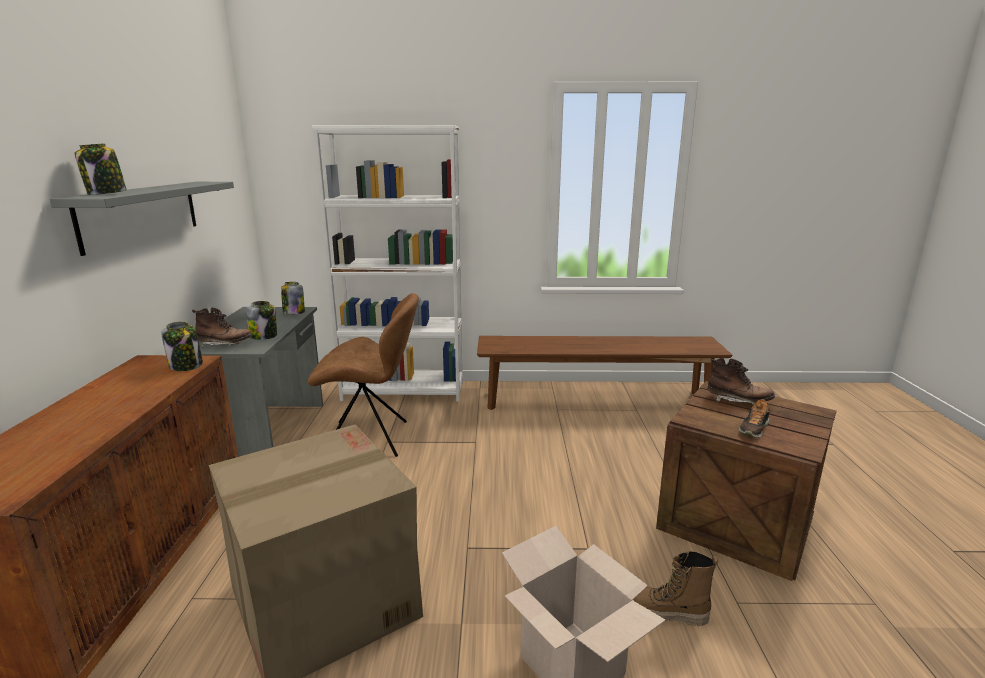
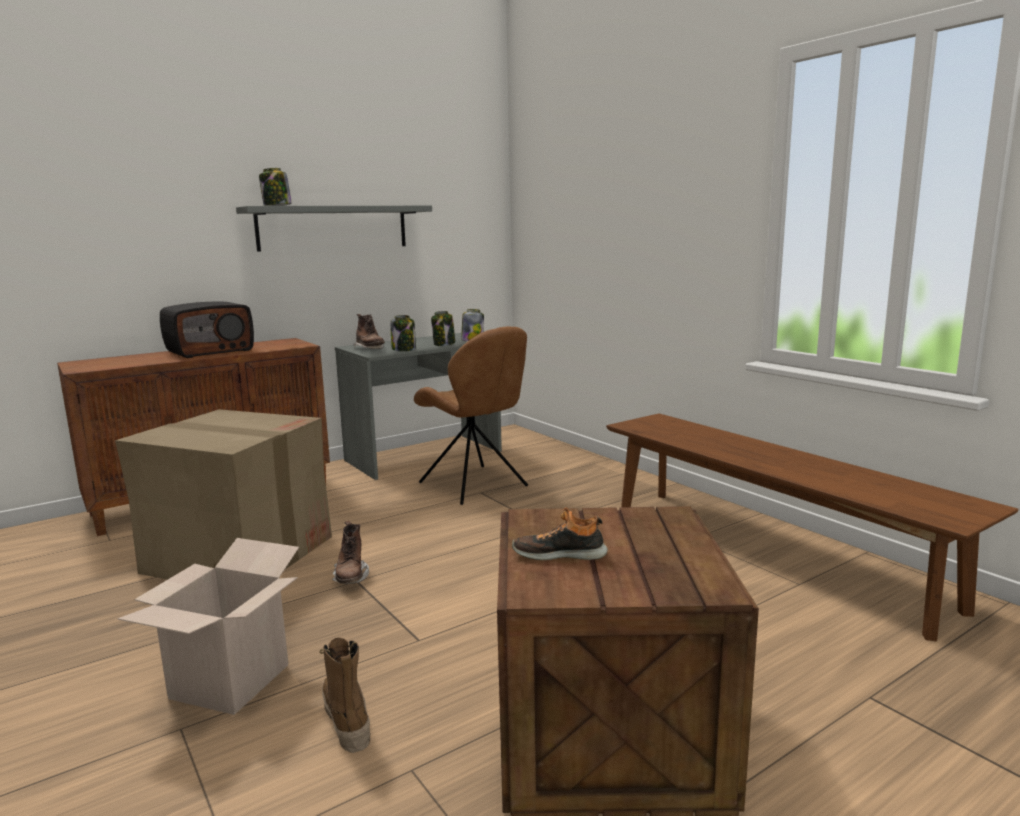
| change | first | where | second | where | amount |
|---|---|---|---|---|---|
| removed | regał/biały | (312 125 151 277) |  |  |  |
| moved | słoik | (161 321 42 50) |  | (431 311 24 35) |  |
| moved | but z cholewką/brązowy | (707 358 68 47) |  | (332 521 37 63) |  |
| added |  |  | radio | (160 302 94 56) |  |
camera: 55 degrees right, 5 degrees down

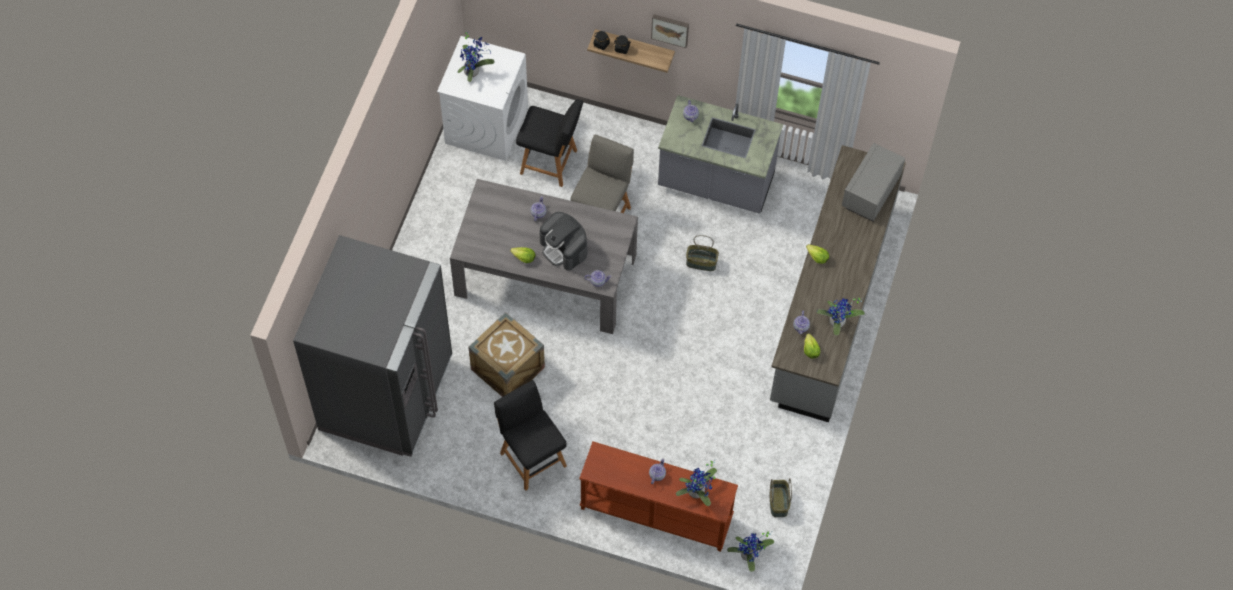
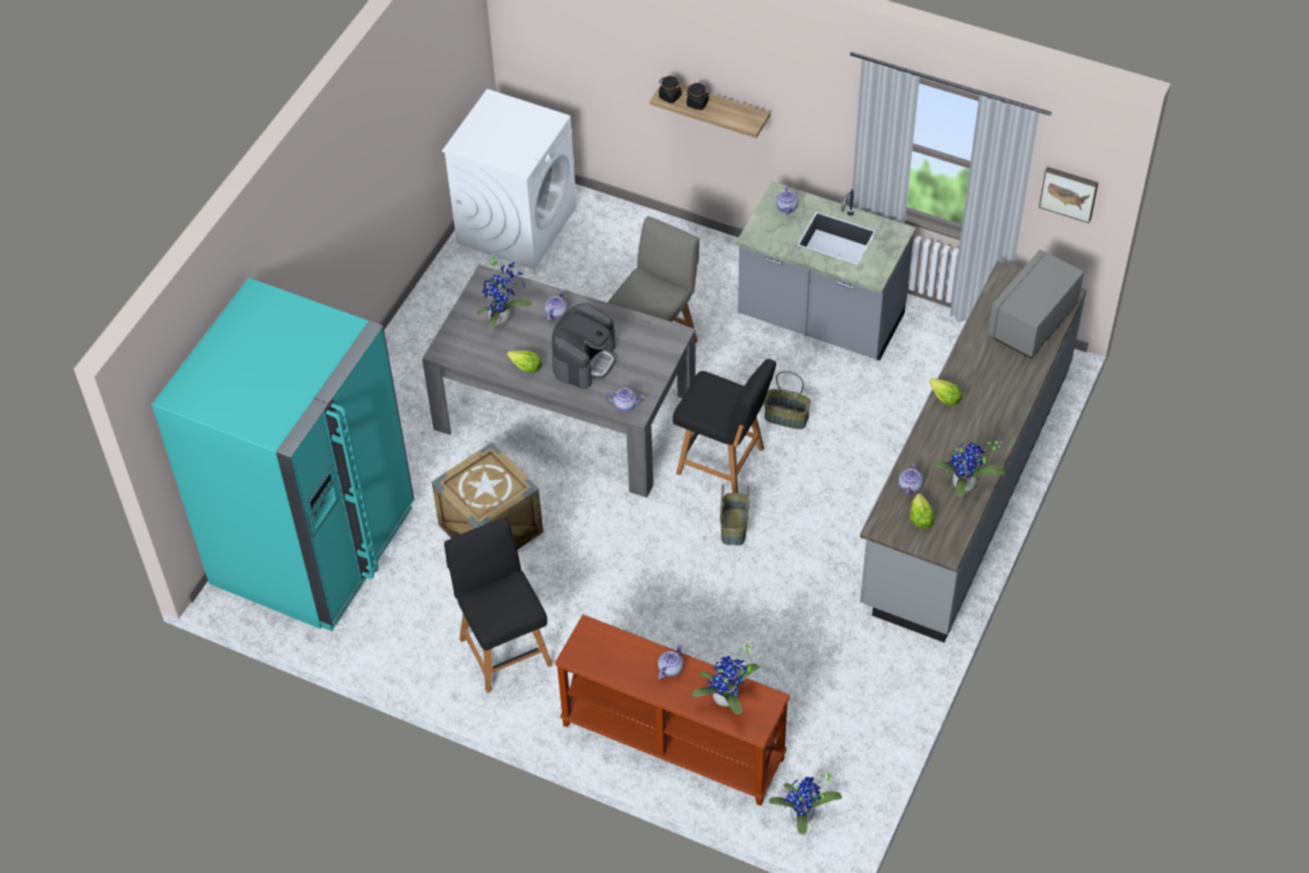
| change | first | where | second | where | amount |
|---|---|---|---|---|---|
| moved | obraz | (651 14 38 34) |  | (1039 167 60 56) |  |
| moved | roślina doniczkowa | (458 31 37 51) |  | (477 252 55 76) |  |
| moved | krzesło/czarny | (516 99 67 88) |  | (673 359 103 134) |  |
| turned | ekspres do kawy | (539 212 48 59) |  | (552 303 64 86) | 120 degrees counterclockwise |
| recoloured | lodówka/szary | (293 235 159 222) | lodówka/turkusowy | (152 278 262 353) |  |
| moved | koszyk | (769 478 23 39) |  | (720 484 29 62) |  |
camera: 10 degrees right, 10 degrees down

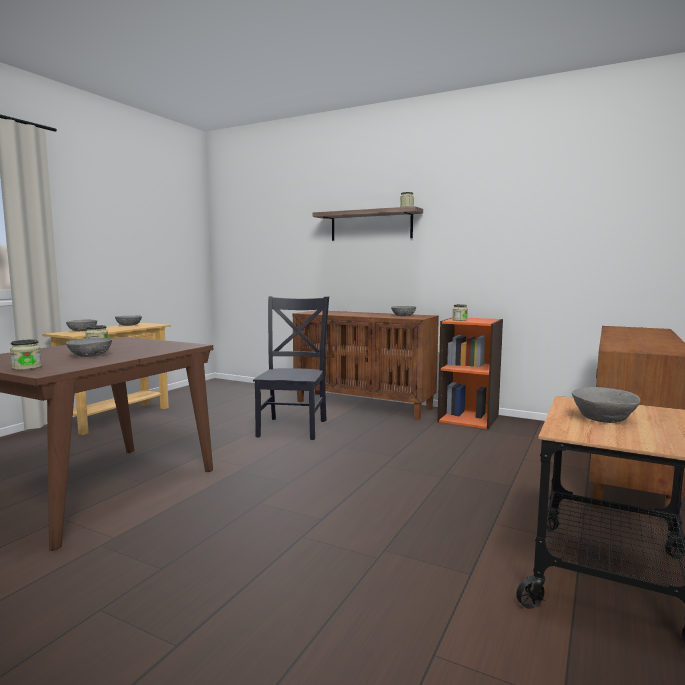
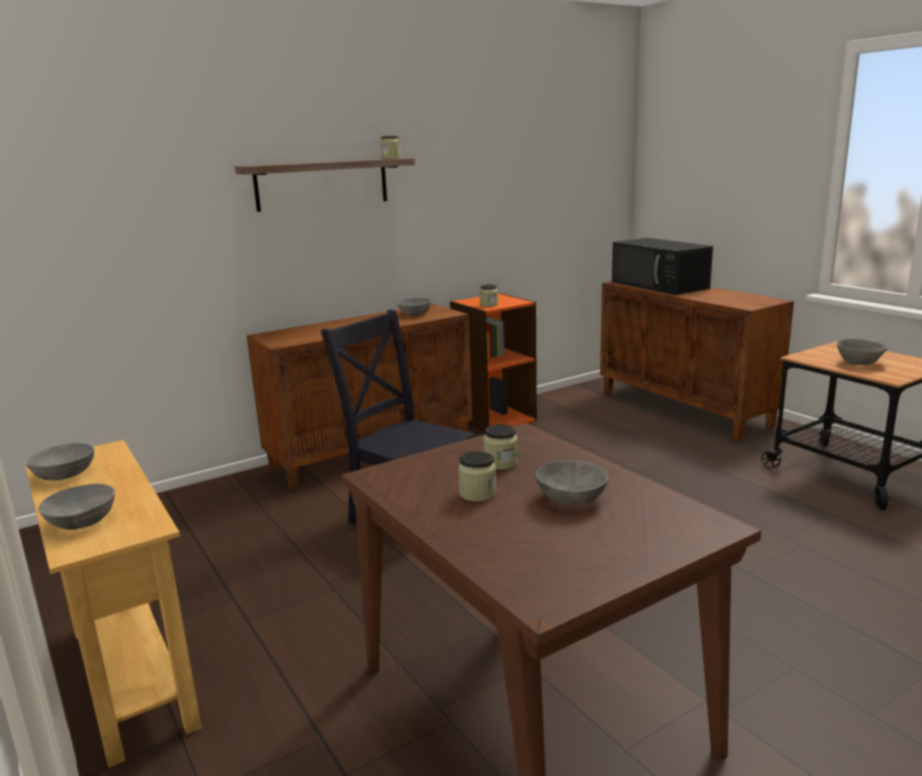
| change | first | where | second | where | amount |
|---|---|---|---|---|---|
| moved | słoik | (10 340 32 30) |  | (483 424 35 46) |  |
| added |  |  | mikrofalówka/czarny | (612 238 101 57) |  |
camera: 60 degrees left, 10 degrees up

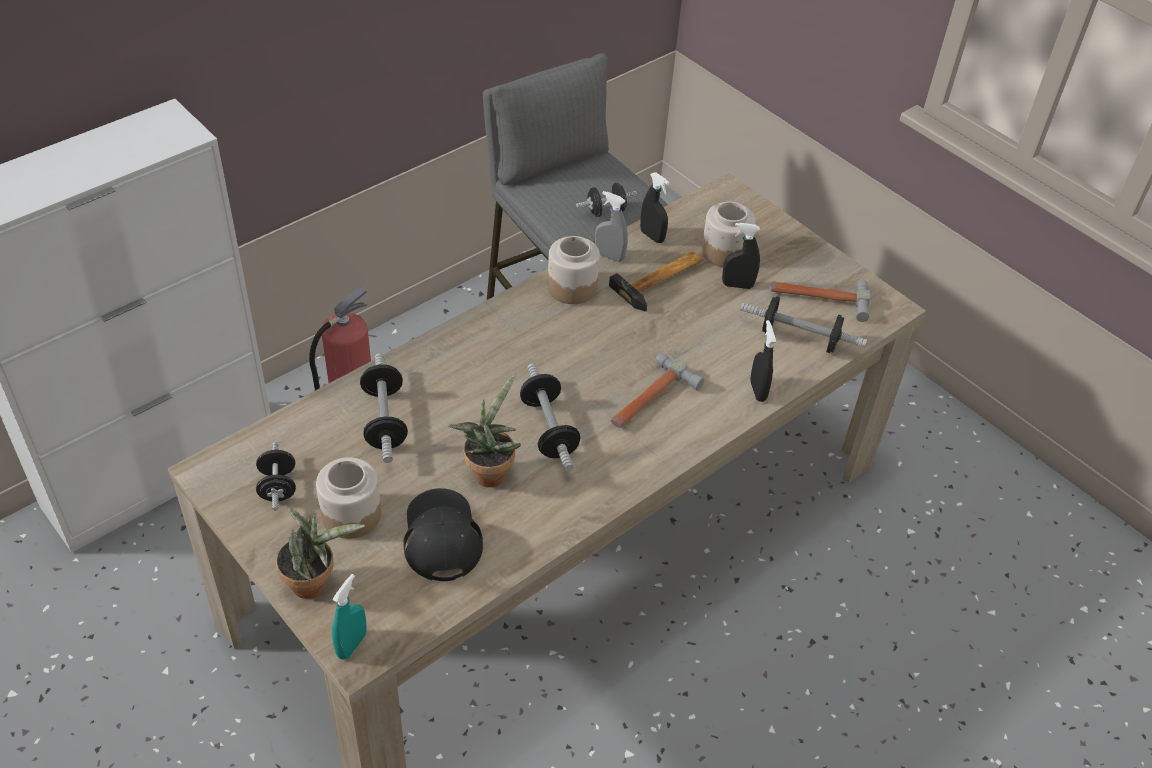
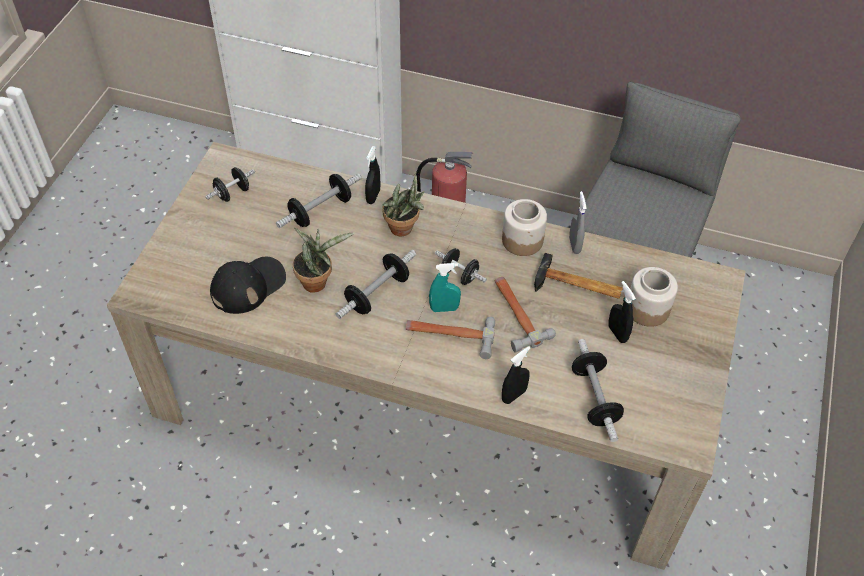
| change | first | where | second | where | amount |
|---|---|---|---|---|---|
| moved | spryskiwacz/czarny | (640 172 30 71) |  | (365 146 16 58) |  |
| moved | hantel/czarny | (576 183 61 34) |  | (435 248 52 37) |  |
| moved | młotek | (771 280 99 42) |  | (495 277 61 76) |  |
| removed | słoik | (316 457 65 82) |  |  |  |
| moved | roślina doniczkowa | (276 504 89 95) |  | (382 173 43 64) |  |
| moved | spryskiwacz/turkusowy | (332 574 35 86) |  | (429 263 32 49) |  |
camera: 60 degrees right, 5 degrees up

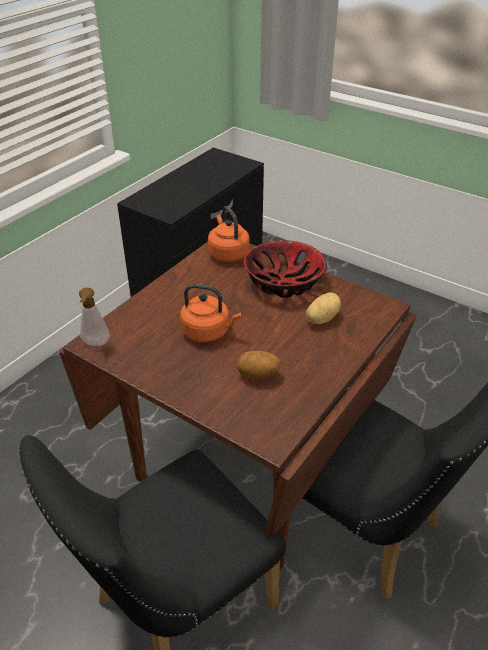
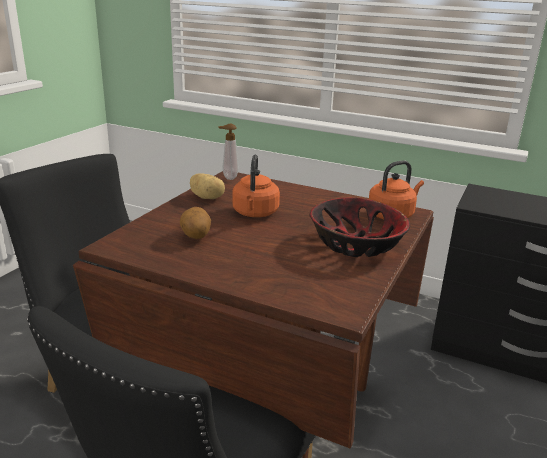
| change | first | where | second | where | amount |
|---|---|---|---|---|---|
| moved | ziemniak | (306 292 35 32) |  | (190 173 35 26) |  |
camera: 80 degrees right, 15 degrees down

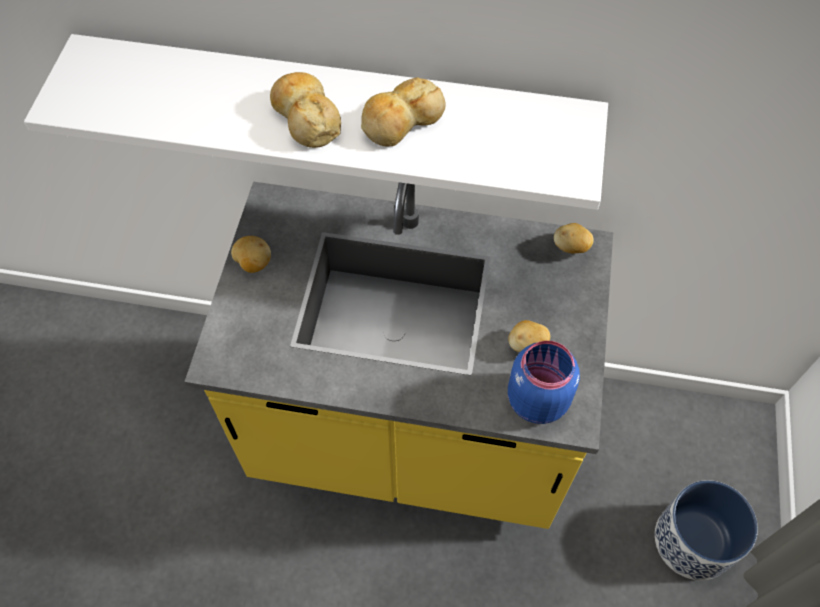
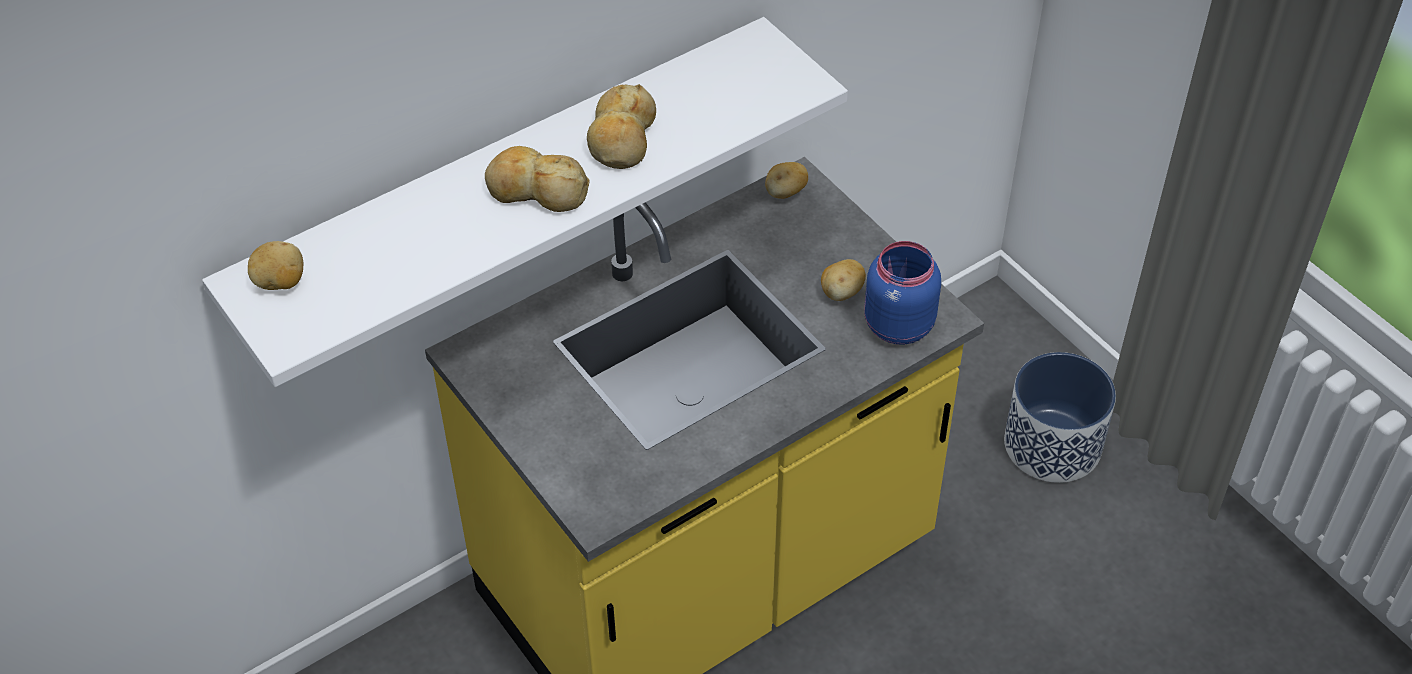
| change | first | where | second | where | amount |
|---|---|---|---|---|---|
| moved | ziemniak | (231 236 40 37) |  | (248 241 55 49) |  |
camera: 45 degrees left, 10 degrees down

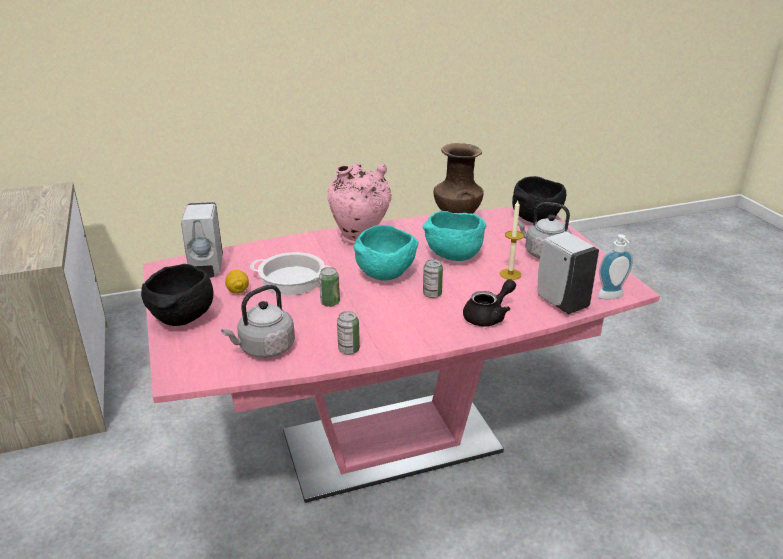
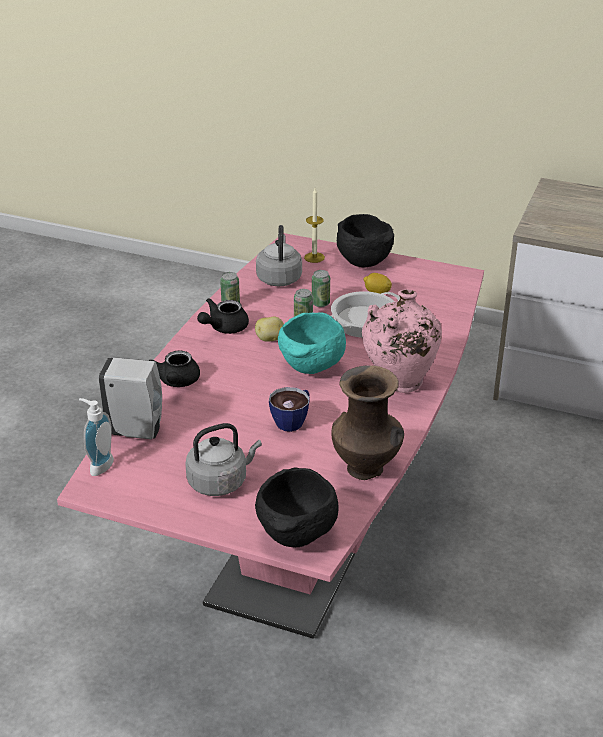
| change | first | where | second | where | amount |
|---|---|---|---|---|---|
| moved | świeca | (500 201 24 79) |  | (304 188 21 75) |  |
| removed | dozownik mydła/biały | (181 202 42 76) |  |  |  |
| replaced | miska/turkusowy | (423 211 63 50) | filiżanka | (269 387 41 45) |  |
| moved | puszka | (423 259 20 39) |  | (312 270 18 37) |  |
| added |  |  | imbryk/czarny | (197 298 52 36) |  |
| added |  |  | ziemniak | (255 316 29 26) |  |
camera: 130 degrees right, 5 degrees up

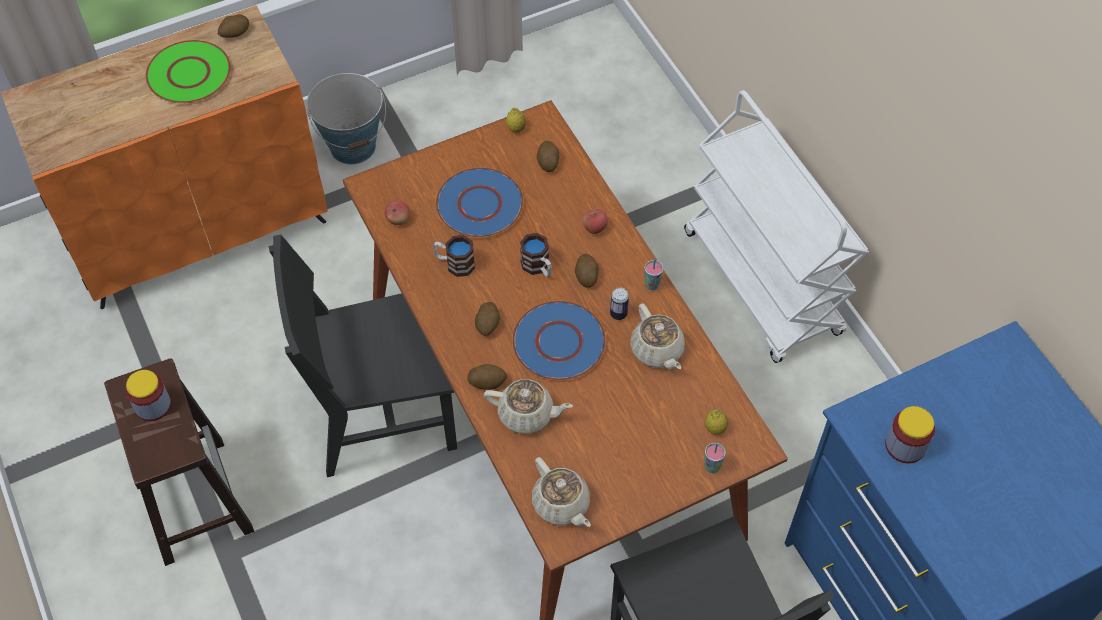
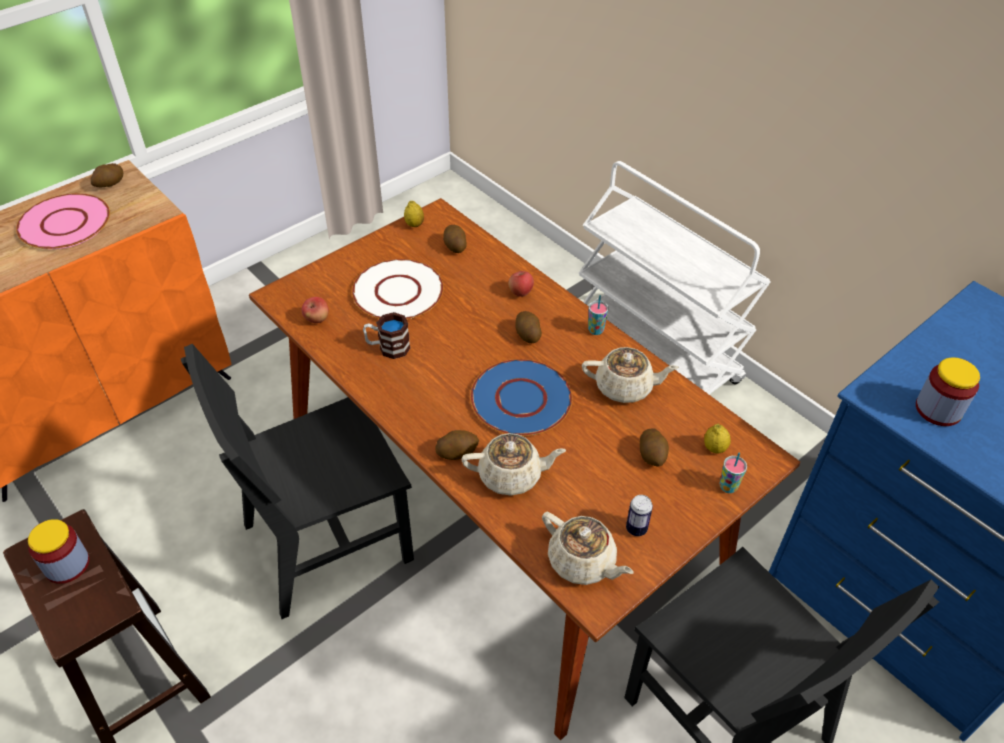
| change | first | where | second | where | amount |
|---|---|---|---|---|---|
| recoloured | talerz/zielony | (145 40 86 63) | talerz/różowy | (16 193 94 56) |  |
| removed | wiadro | (307 73 79 91) |  |  |  |
| recoloured | talerz/niebieski | (436 167 88 71) | talerz/biały | (352 259 92 61) |  |
| removed | kubek | (520 233 32 44) |  |  |  |
| moved | puszka | (610 287 19 33) |  | (626 495 27 41) |  |
| moved | ziemniak | (475 302 25 34) |  | (640 428 29 39) |  |
| turned | imbryk/beżowy | (630 303 55 67) |  | (582 347 97 56) | 45 degrees counterclockwise |
camera: 15 degrees left, 10 degrees down

